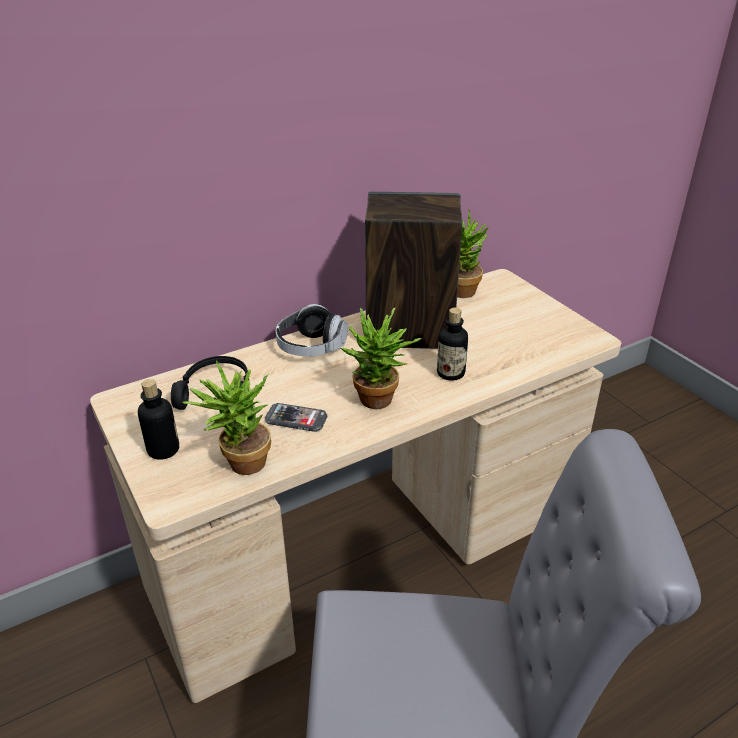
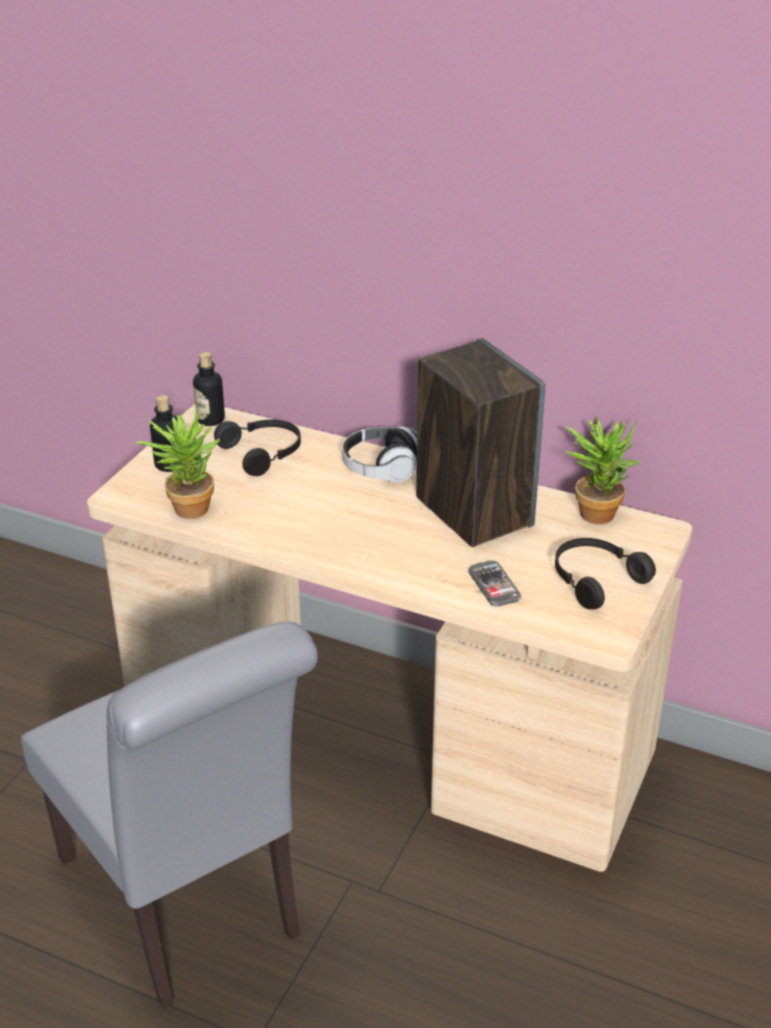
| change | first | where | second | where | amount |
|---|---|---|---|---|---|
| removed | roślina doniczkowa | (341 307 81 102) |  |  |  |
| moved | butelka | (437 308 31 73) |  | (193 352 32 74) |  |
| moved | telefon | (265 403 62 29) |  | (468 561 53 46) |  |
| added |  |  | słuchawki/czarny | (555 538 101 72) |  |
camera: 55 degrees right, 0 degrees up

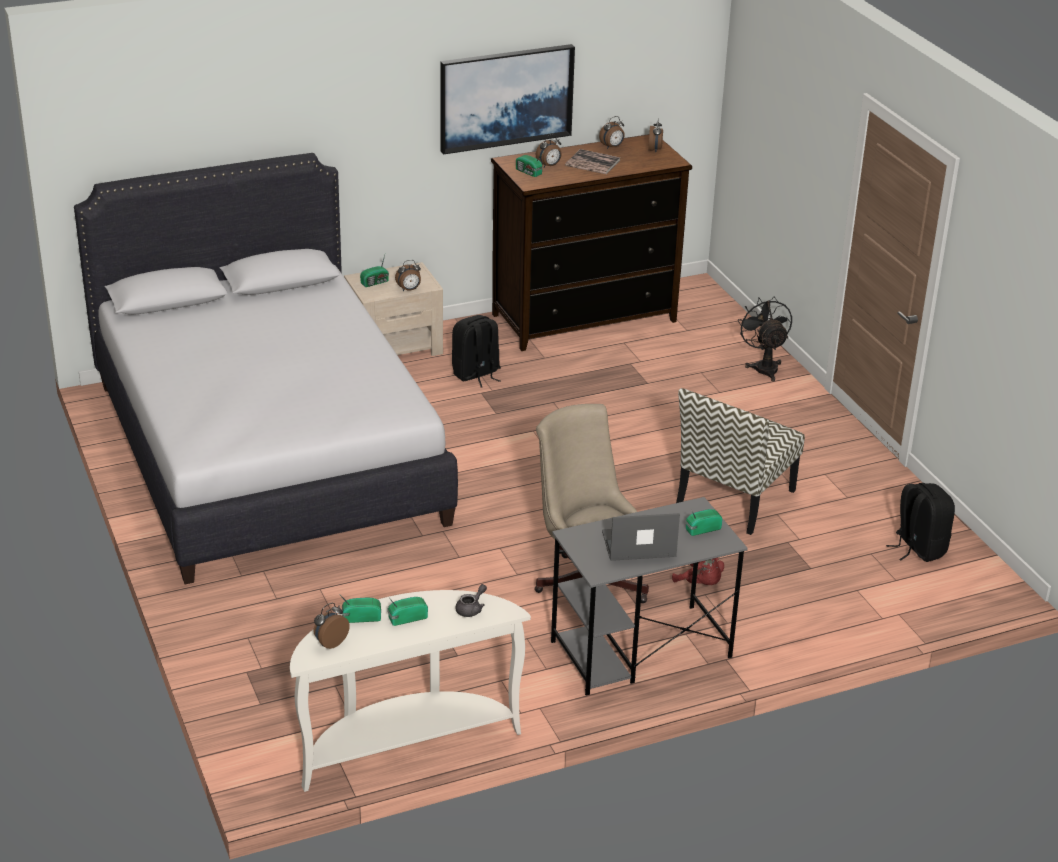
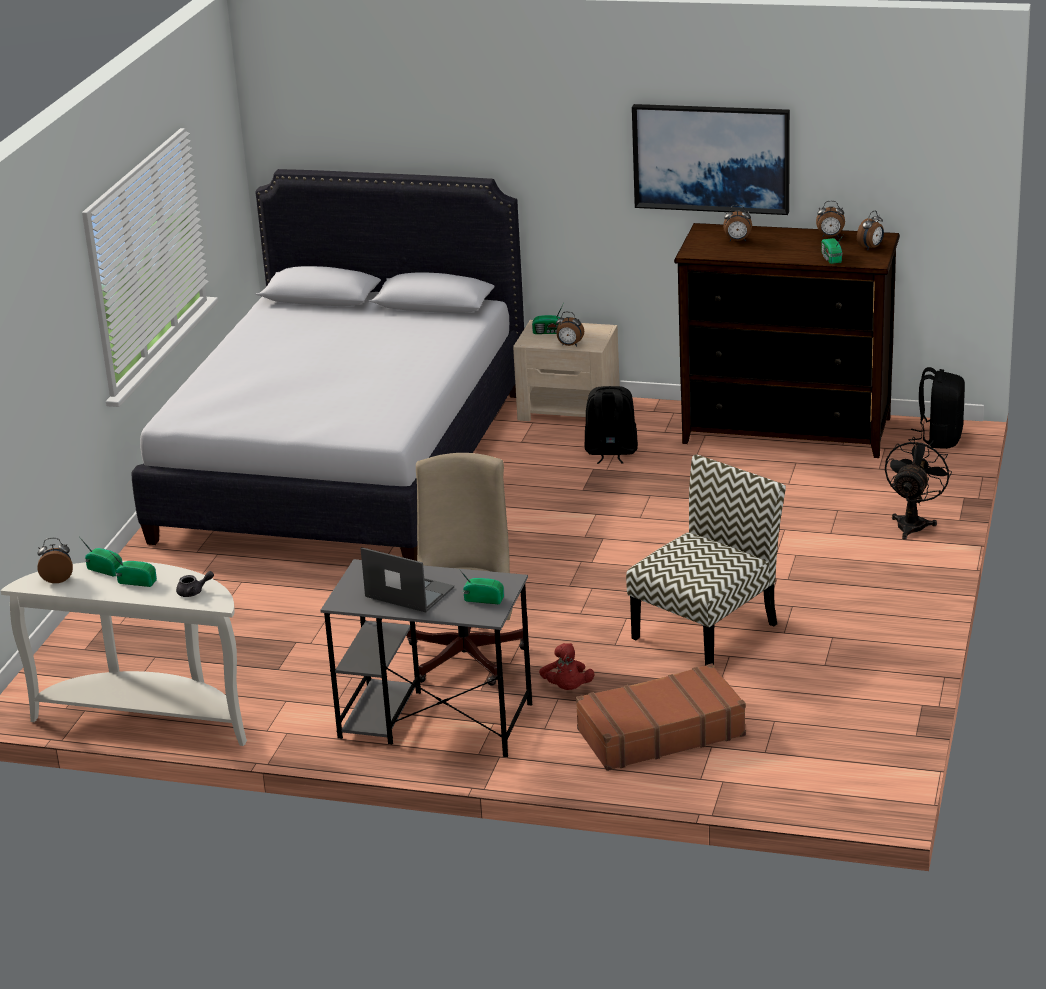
| change | first | where | second | where | amount |
|---|---|---|---|---|---|
| removed | książka | (565 149 55 25) |  |  |  |
| moved | radio | (516 150 29 27) |  | (821 235 22 29) |  |
| turned | krzesło | (676 388 129 147) |  | (626 455 160 211) | 150 degrees clockwise |
| moved | plecak/czarny | (886 483 69 79) |  | (908 367 57 82) |  |
| added |  |  | walizka/brązowy | (576 663 170 108) |  |
camera: 40 degrees right, 5 degrees down

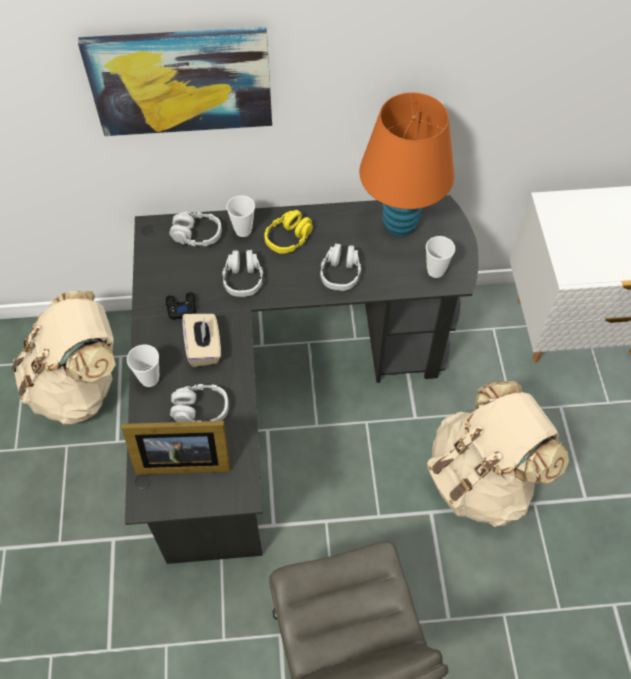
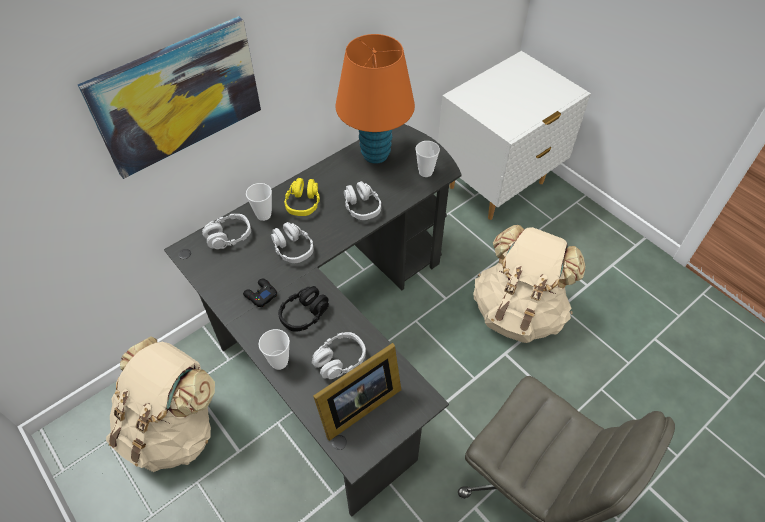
| change | first | where | second | where | amount |
|---|---|---|---|---|---|
| replaced | pudełko chusteczek/beżowy | (182 314 39 53) | słuchawki/czarny | (278 286 51 46) |  |
camera: 35 degrees left, 5 degrees down

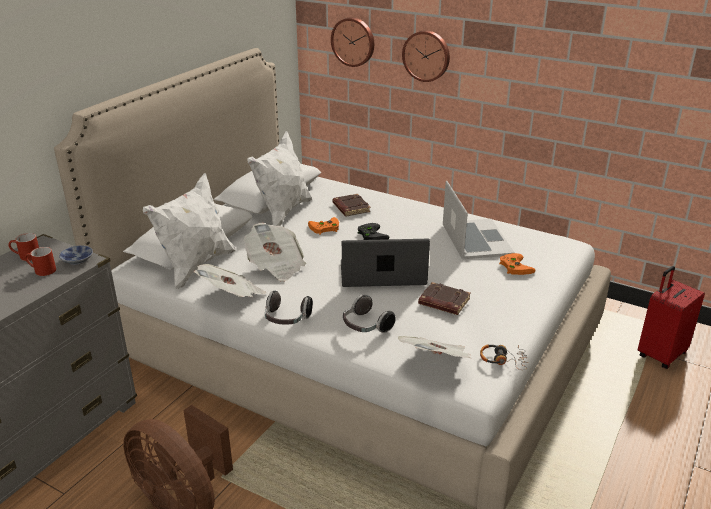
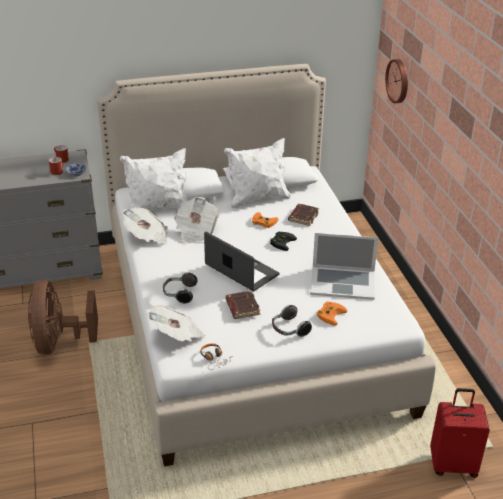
| change | first | where | second | where | amount |
|---|---|---|---|---|---|
| removed | zegar ścienny | (402 30 48 52) |  |  |  |
| turned | laptop | (443 181 72 78) |  | (310 233 68 67) | 60 degrees clockwise |
| moved | słuchawki | (265 291 48 34) |  | (272 305 40 32) |  |
camera: 45 degrees right, 5 degrees up

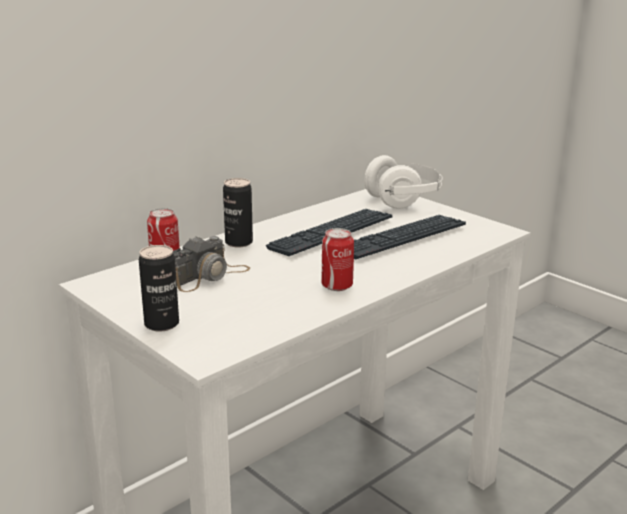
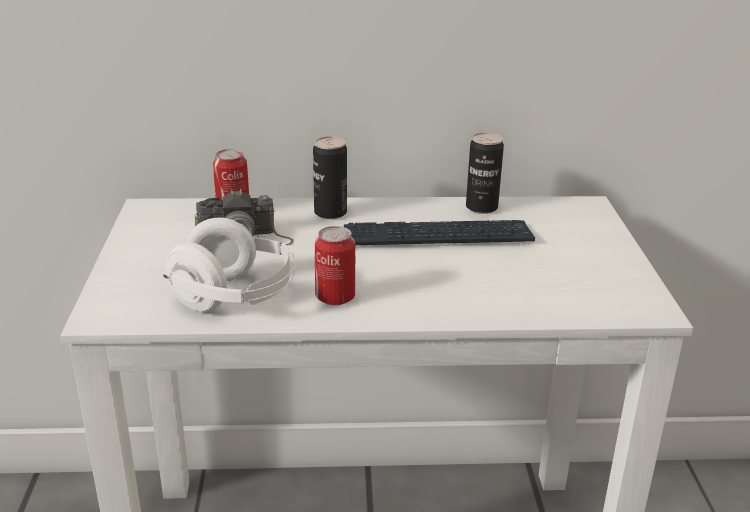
| change | first | where | second | where | amount |
|---|---|---|---|---|---|
| moved | słuchawki/biały | (364 155 79 54) |  | (163 218 133 93) |  |
| removed | klawiatura | (354 215 112 44) |  |  |  |
| moved | puszka | (139 245 40 87) |  | (466 132 38 82) |  |
camera: 40 degrees right, 5 degrees up

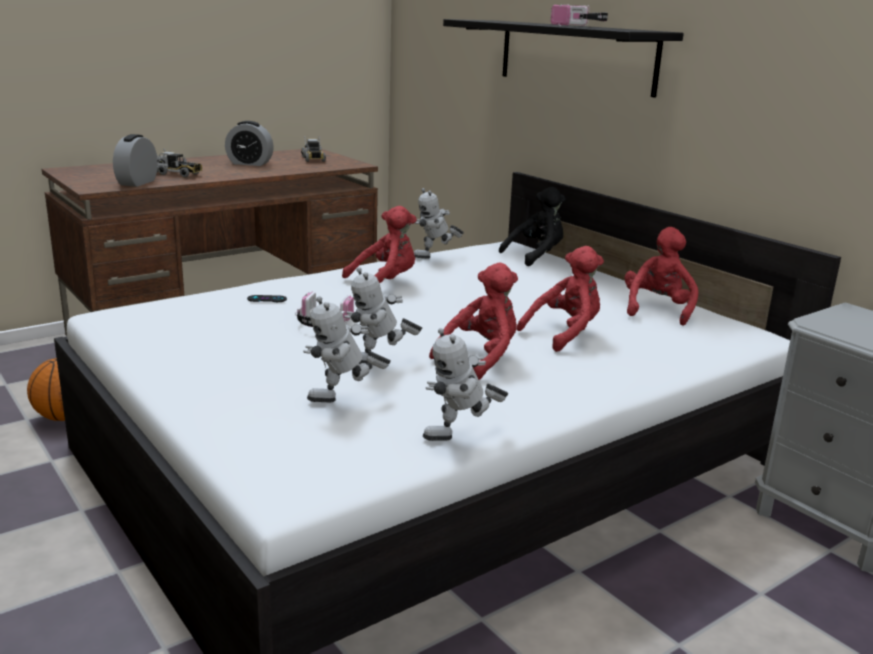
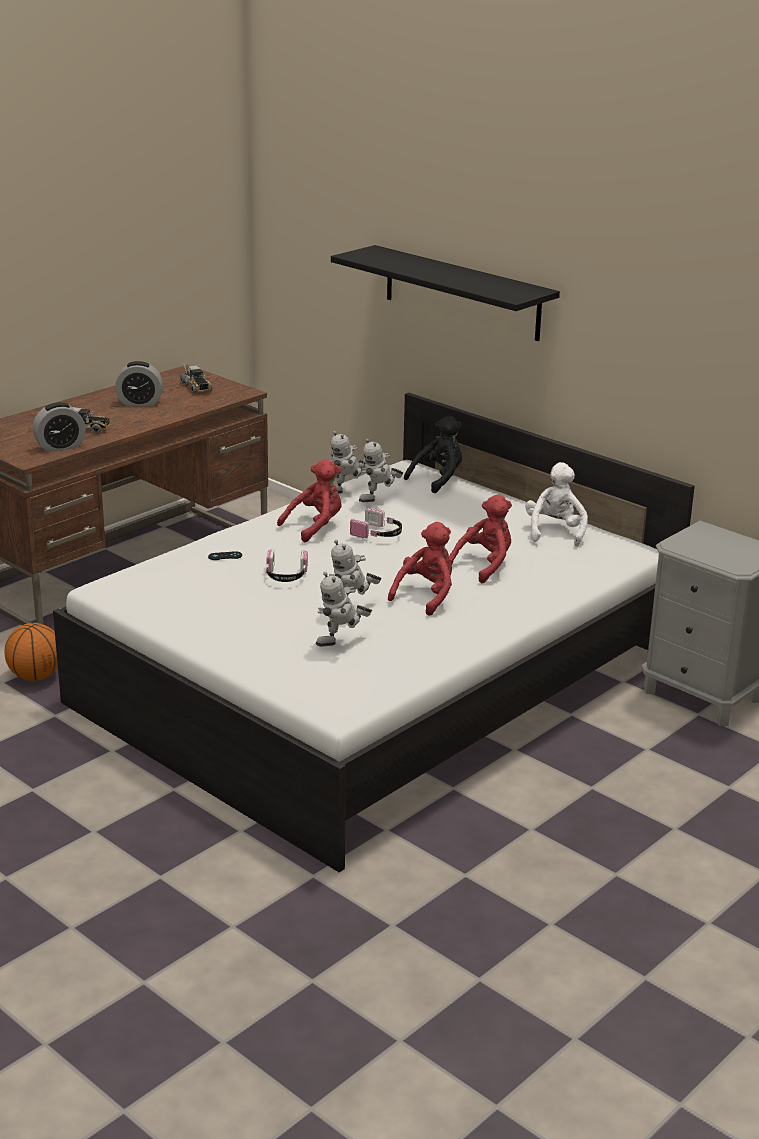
| change | first | where | second | where | amount |
|---|---|---|---|---|---|
| moved | słuchawki | (551 4 57 22) |  | (350 508 52 32) |  |
| turned | budzik | (113 134 45 53) |  | (33 402 53 50) | 120 degrees counterclockwise |
| recoloured | pluszak/czerwony | (624 227 75 99) | pluszak/biały | (525 462 63 85) |  |
| moved | robot zabawkowy | (423 328 85 113) |  | (359 439 44 63) |  |
camera: 10 degrees left, 5 degrees up

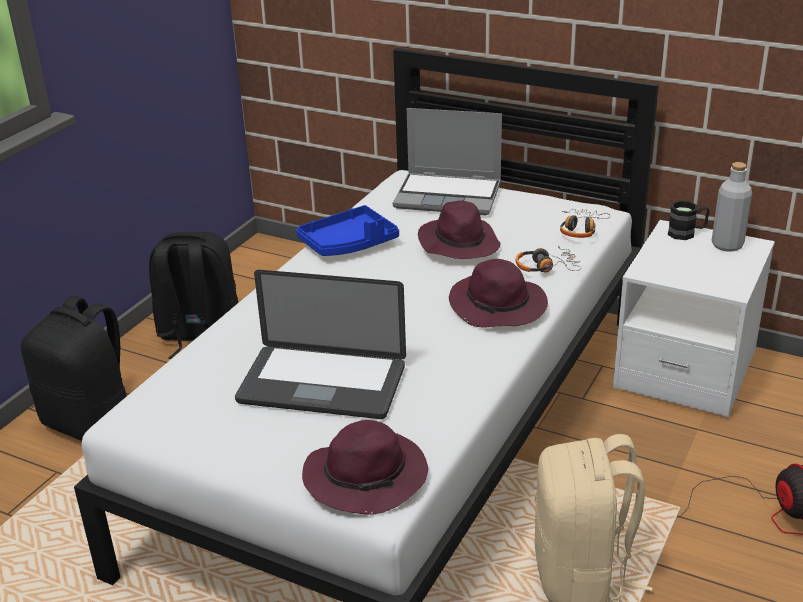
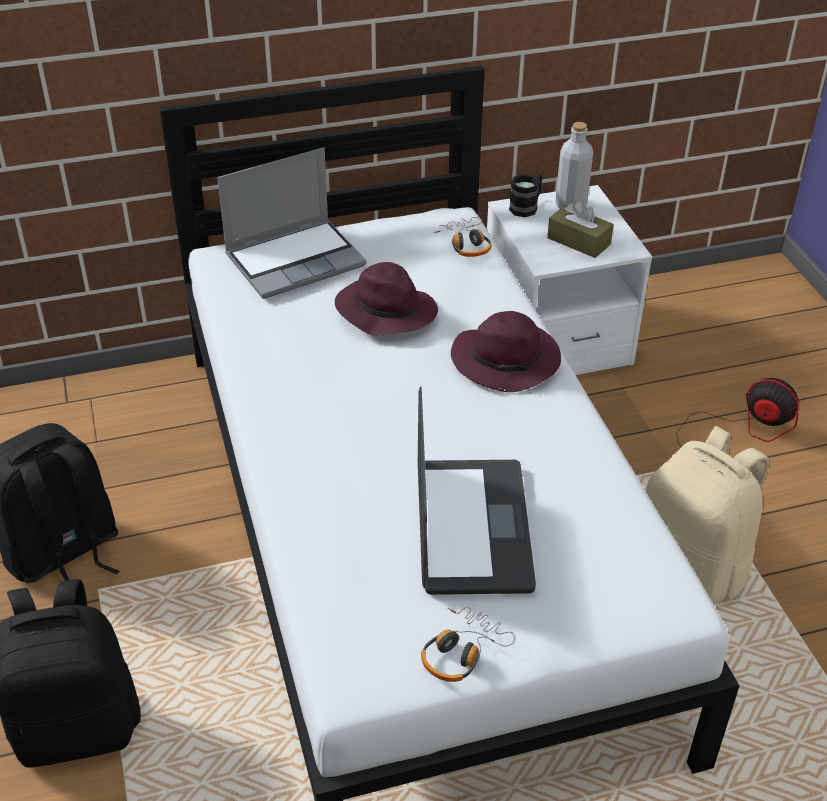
| change | first | where | second | where | amount |
|---|---|---|---|---|---|
| removed | taca/niebieski | (296 205 103 51) |  |  |  |
| moved | słuchawki | (516 246 65 26) |  | (421 607 94 75) |  |
| turned | laptop | (235 270 171 149) |  | (418 387 118 208) | 60 degrees counterclockwise |
| removed | kapelusz/fioletowy | (302 420 126 94) |  |  |  |
| added |  |  | pudełko chusteczek/brązowy | (547 201 67 57) |  |
camera: 45 degrees left, 10 degrees up

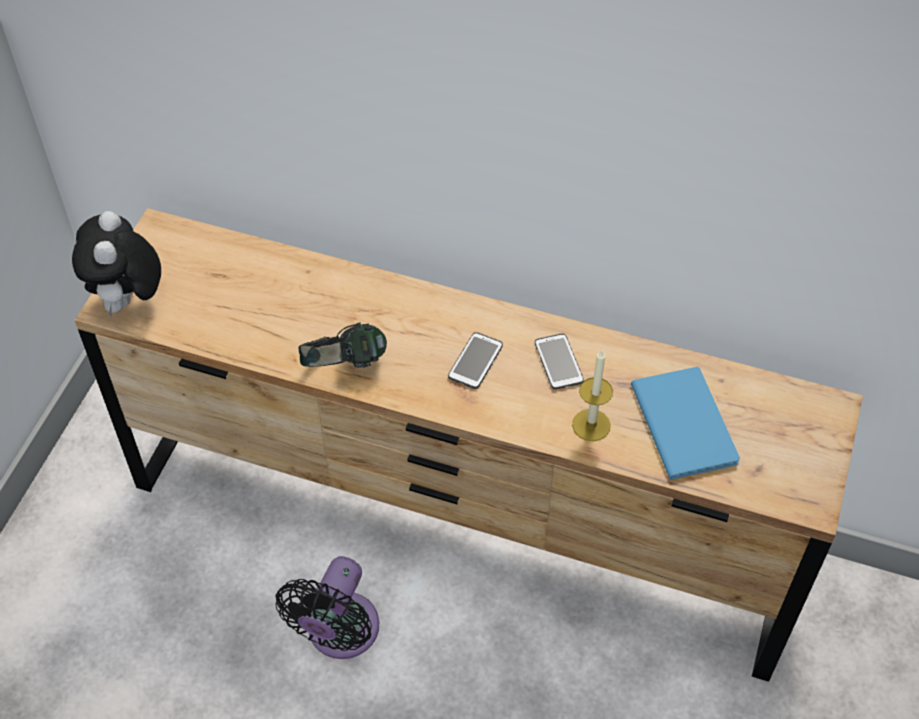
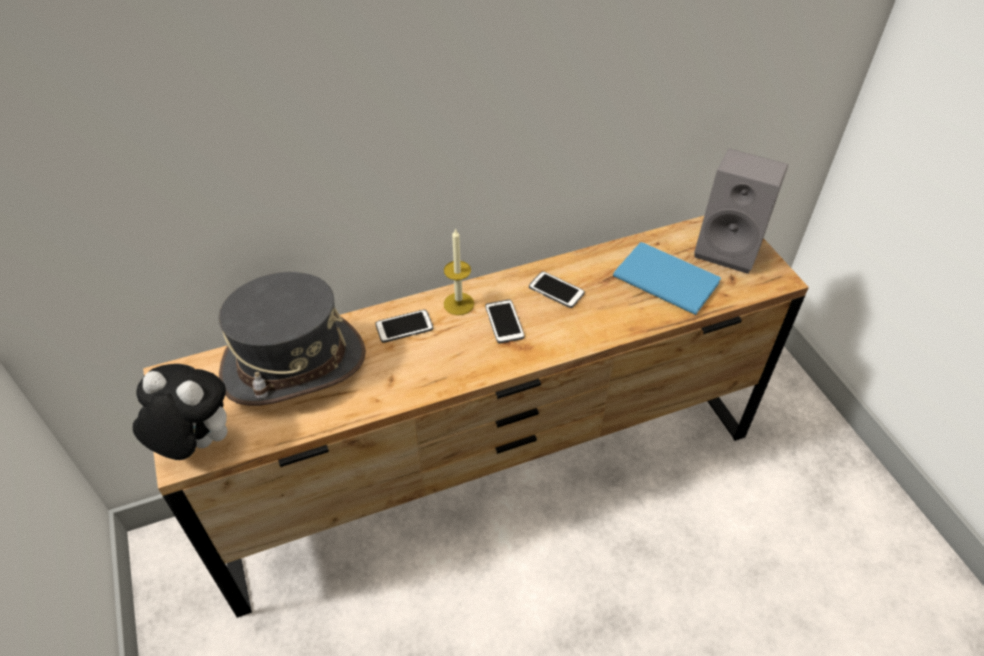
| change | first | where | second | where | amount |
|---|---|---|---|---|---|
| turned | pluszak | (72 211 89 107) |  | (133 364 95 96) | 150 degrees clockwise |
| removed | słuchawki | (298 323 89 45) |  |  |  |
| moved | świeca | (572 350 41 91) |  | (444 228 30 87) |  |
| removed | wentylator/czarny | (275 556 104 103) |  |  |  |
| added |  |  | głośnik/szary | (694 149 94 125) |  |
| added |  |  | kapelusz/szary | (218 272 148 134) |  |
| added |  |  | telefon | (375 310 58 33) |  |
camera: 40 degrees left, 5 degrees down

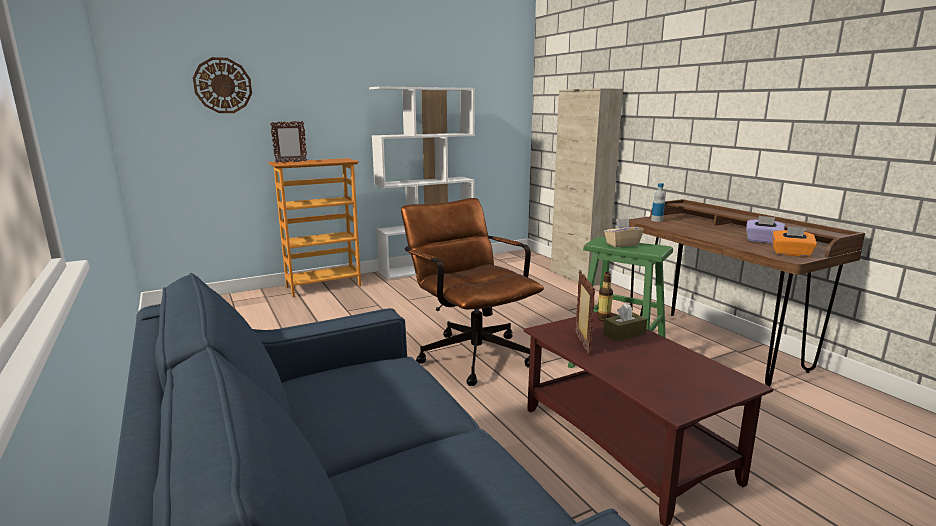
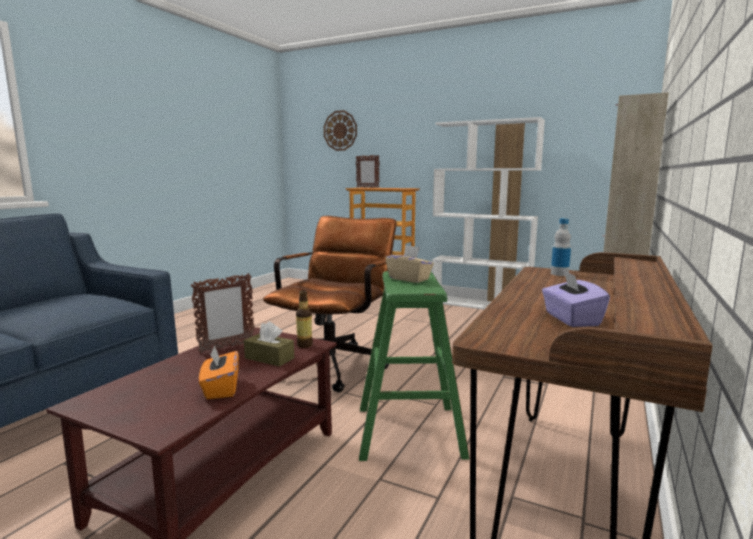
| change | first | where | second | where | amount |
|---|---|---|---|---|---|
| moved | pudełko chusteczek/pomarańczowy | (772 226 45 31) |  | (199 345 40 54) |  |
camera: 55 degrees right, 5 degrees down

